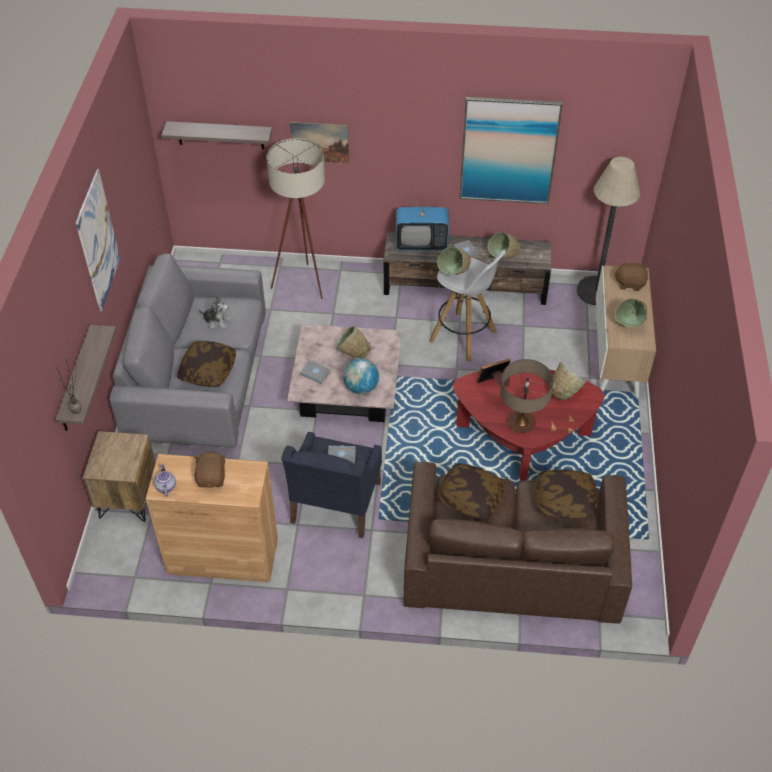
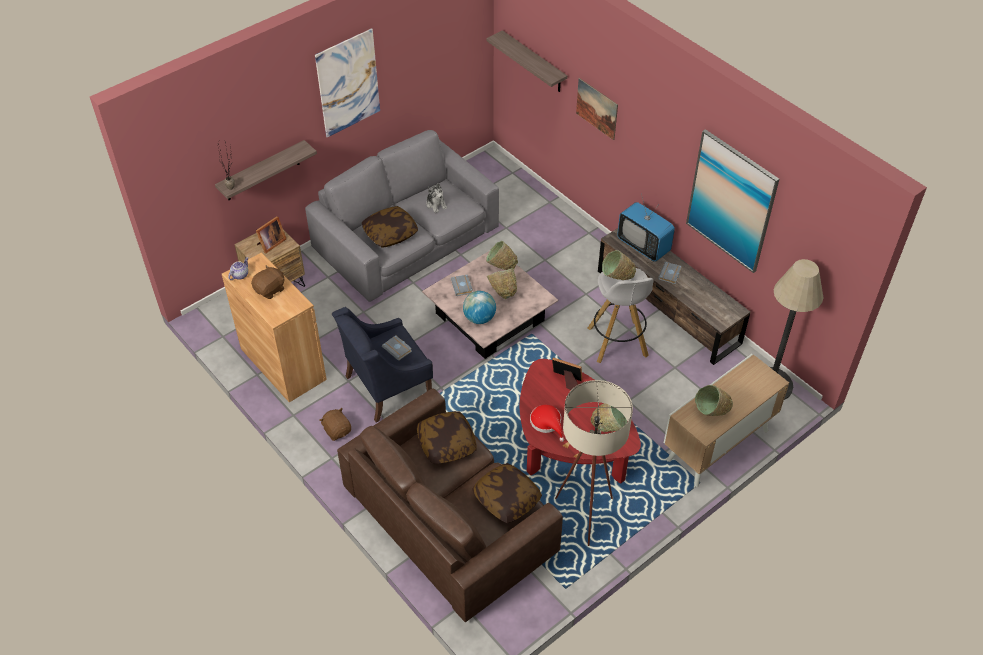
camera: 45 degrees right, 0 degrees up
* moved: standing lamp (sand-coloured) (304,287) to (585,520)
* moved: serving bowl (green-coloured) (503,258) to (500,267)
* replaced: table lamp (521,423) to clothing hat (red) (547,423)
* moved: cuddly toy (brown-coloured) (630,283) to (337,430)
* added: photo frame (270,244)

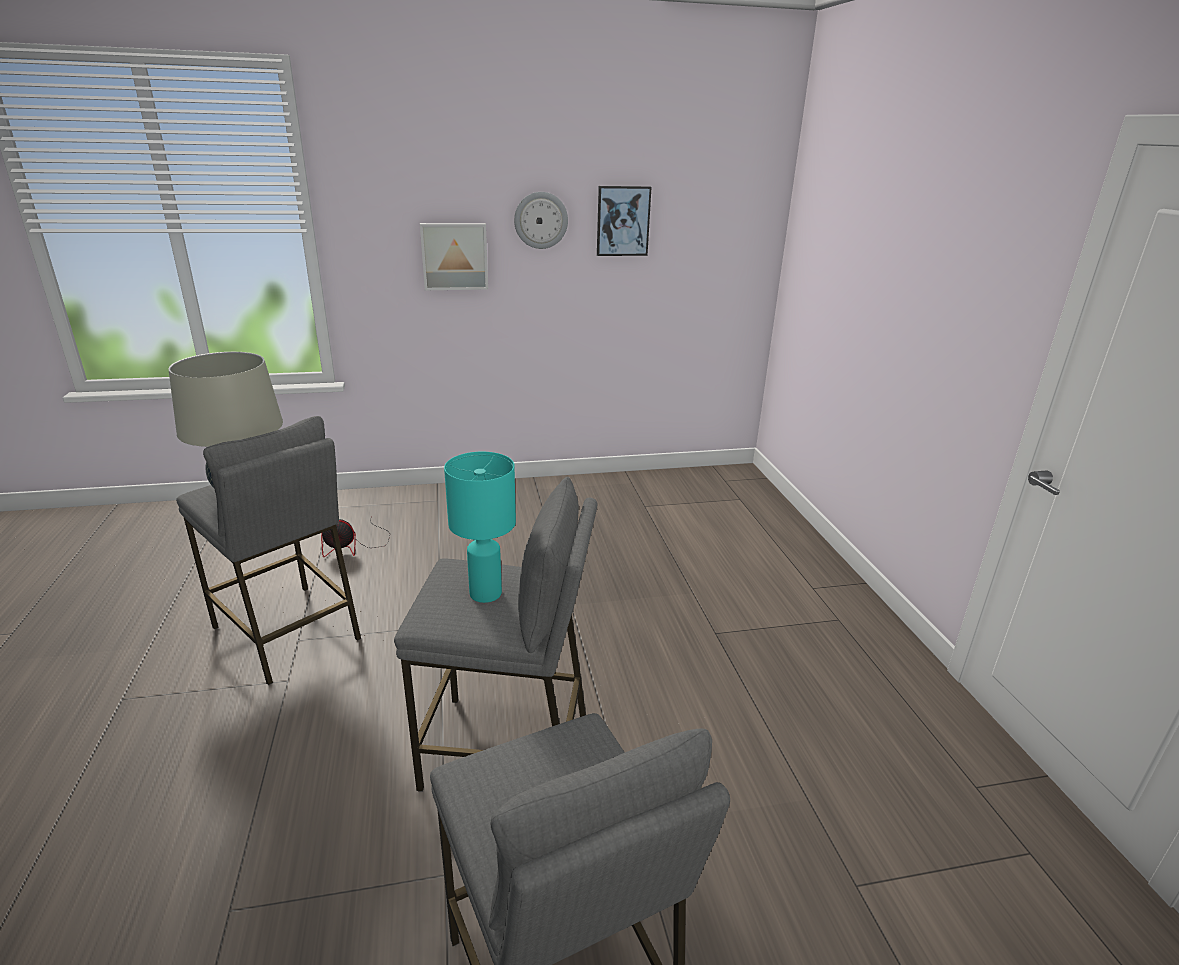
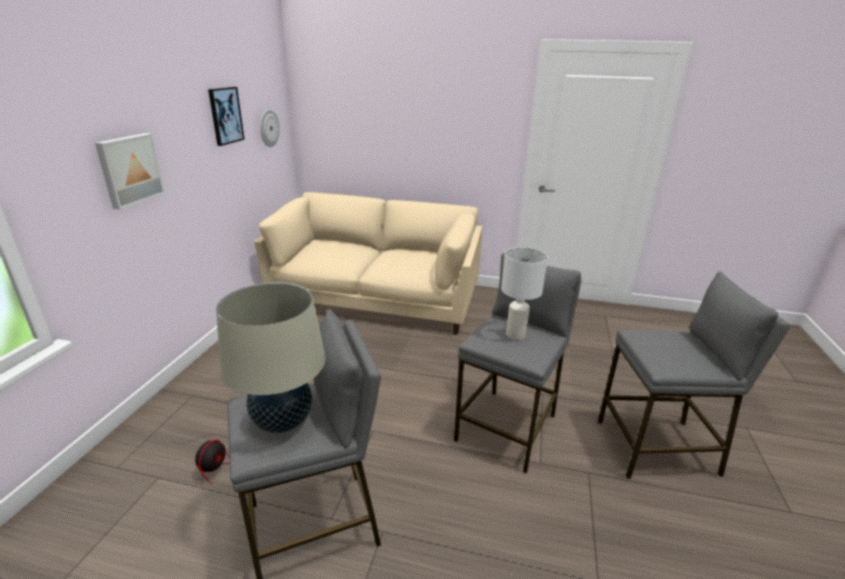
camera: 65 degrees left, 0 degrees up
* recoloured: table lamp (turquoise-coloured) (486,594) to table lamp (white-coloured) (516,335)
* moved: hanging clock (541,220) to (268,128)
* added: settee (sand-coloured) (376,297)

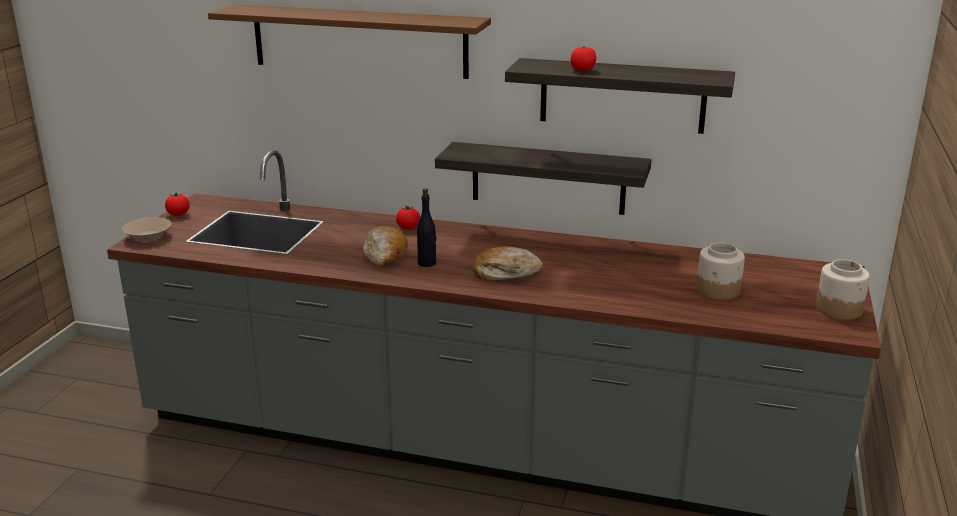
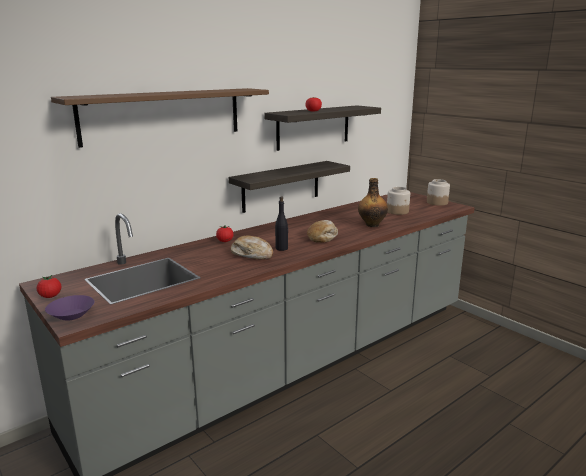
camera: 55 degrees left, 5 degrees down
* recoloured: serving bowl (sand-coloured) (149,237) to serving bowl (purplish) (72,315)
* added: bottle (372,224)

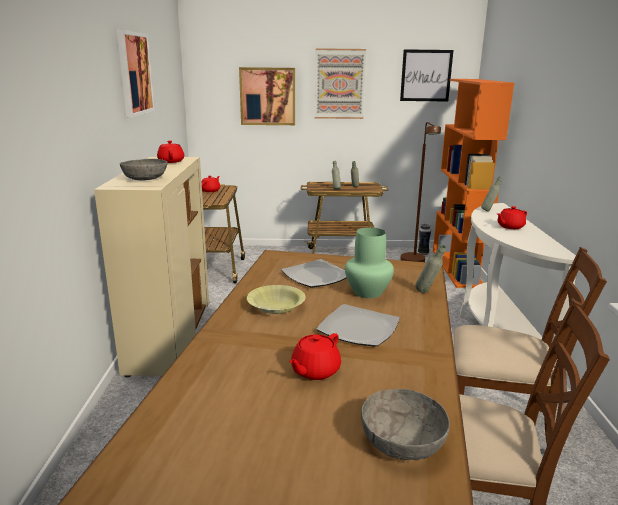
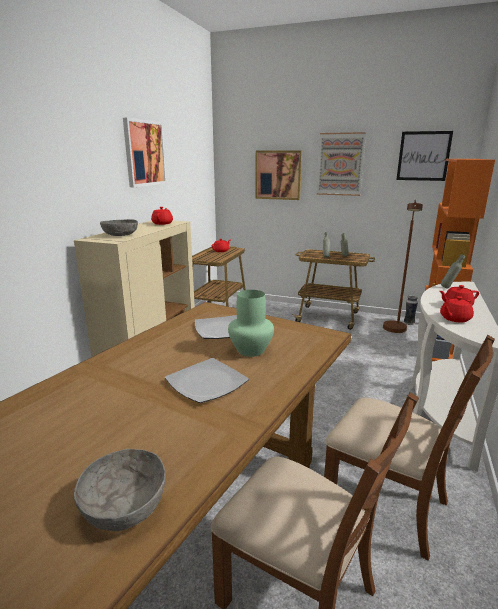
camera: 20 degrees right, 0 degrees up
* removed: serving bowl (yellow-coloured) (276,307)
* moved: pot for tea (red) (314,371) to (454,319)
* removed: bottle (gray) (427,293)

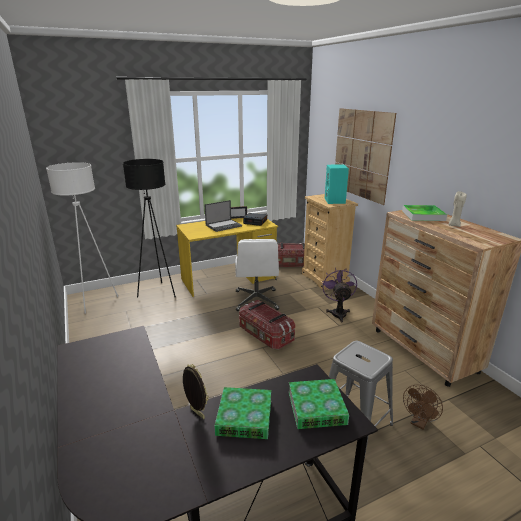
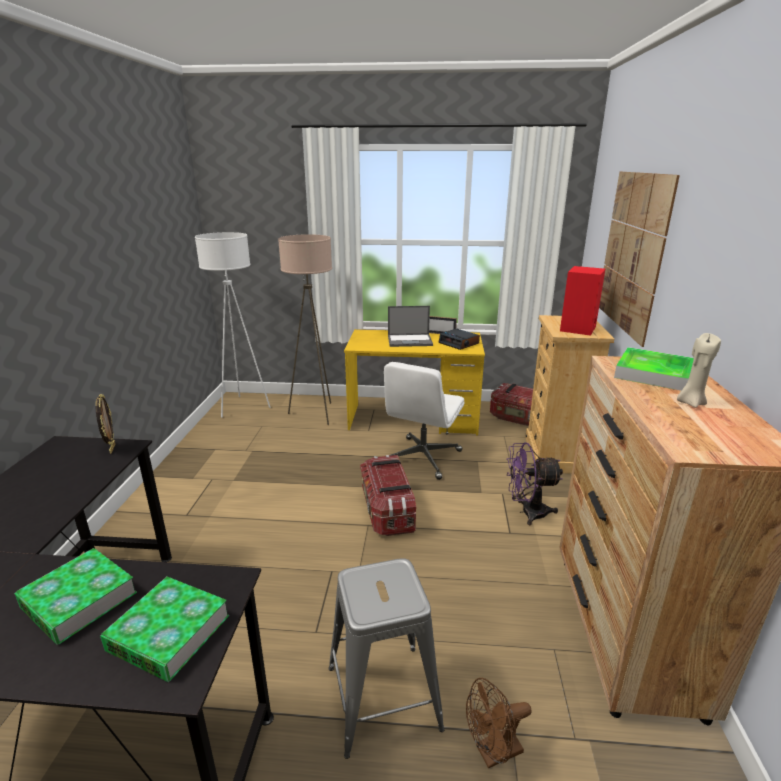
camera: 30 degrees right, 0 degrees up
* recoloured: standing lamp (blackish) (158,292) to standing lamp (sand-coloured) (315,414)
* moved: photo frame (196,413) to (111,448)
* turned: cooling fan (purplish) (338,312) = (527,512) 120 degrees counterclockwise
* recoloured: speaker (turquoise-coloured) (335,201) to speaker (red) (578,329)

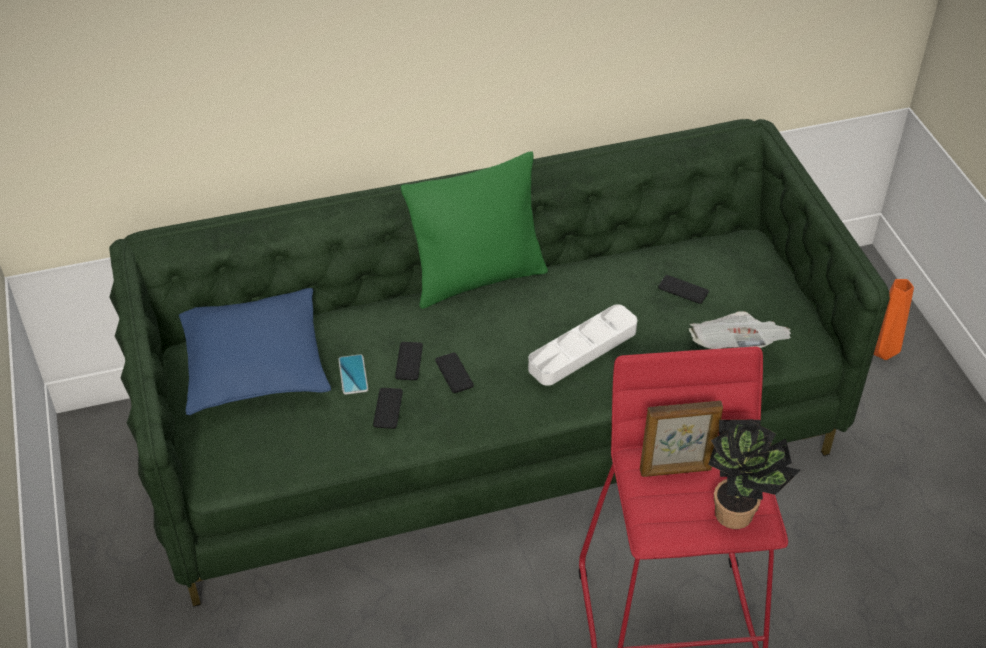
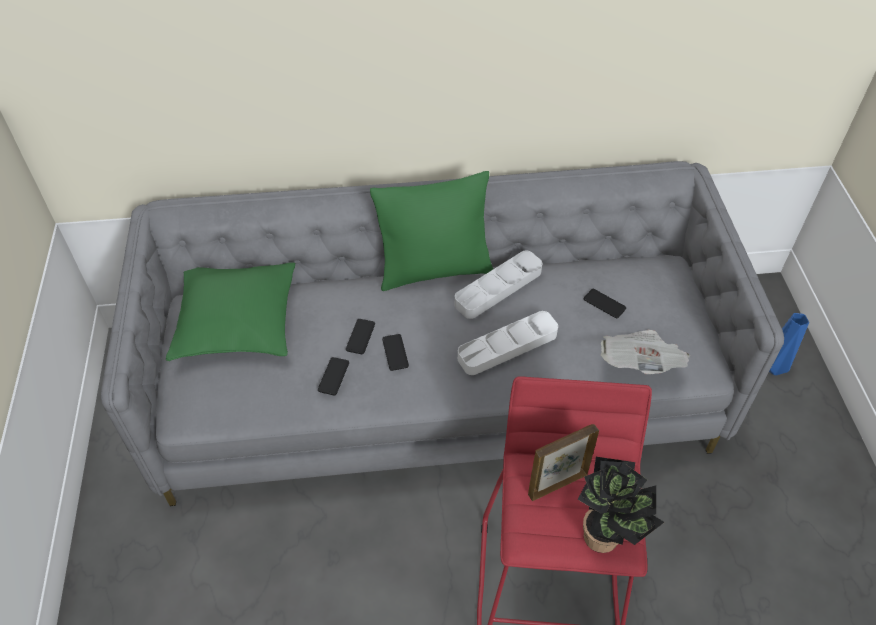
camera: 10 degrees right, 5 degrees up
* recoloured: settee (green-coloured) (493,429) to settee (gray) (438,390)
* recoloured: throw pillow (bluish) (254,364) to throw pillow (green-coloured) (237,321)
* removed: telephone (353,375)
* turned: photo frame (676,470) = (556,484) 150 degrees clockwise
* recoloured: vase (orange-coloured) (883,350) to vase (bluish) (774,366)
* added: tray (gray) (498,288)

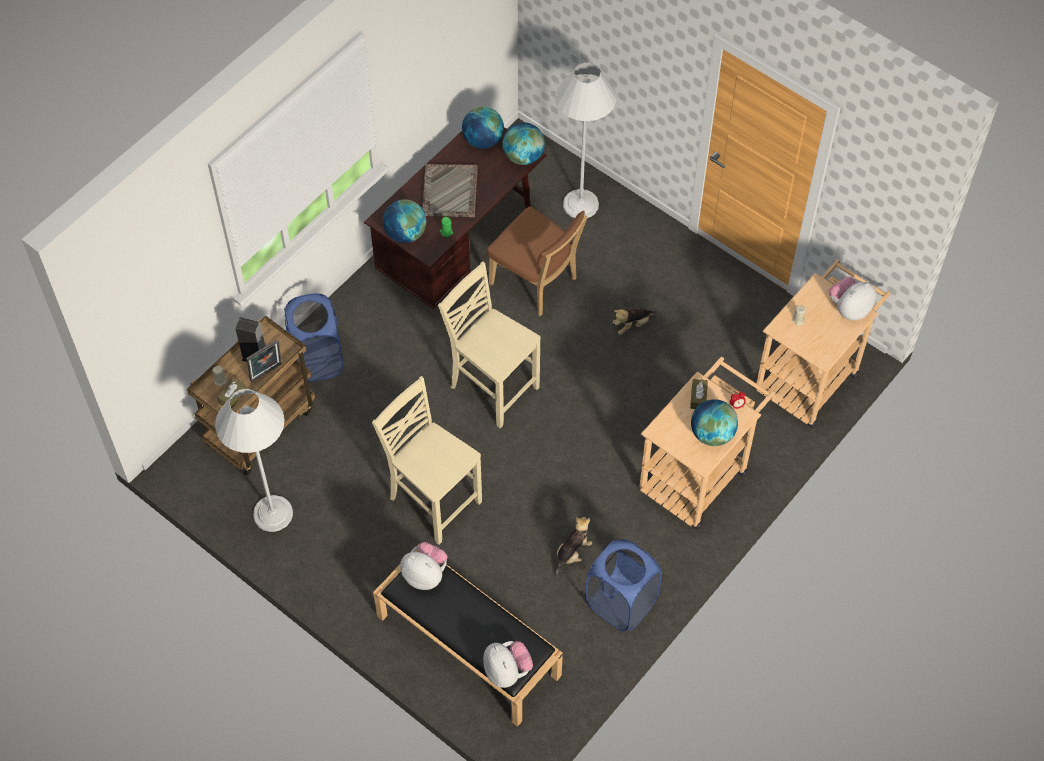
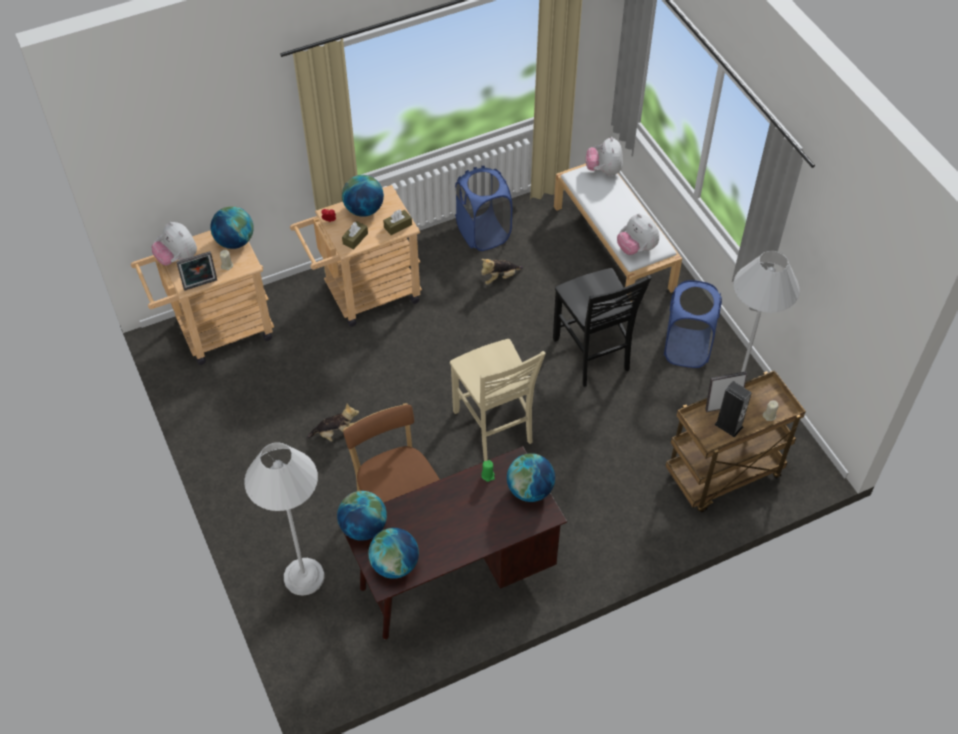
camera: 155 degrees left, 5 degrees down
* moved: tissue box (brown-coloured) (232,396) to (398,226)
* moved: washing basket (bluish) (317,359) to (686,348)
* recoloured: plain chair (sand-coloured) (433,500) to plain chair (blackish) (592,355)
* recoloured: long seat (blackish) (467,645) to long seat (white-coloured) (614,248)
* removed: tray (gray) (450,192)
* turned: cuddly toy (849,309) = (178,258) 60 degrees clockwise
* added: photo frame (201,286)
* added: world globe (235,241)

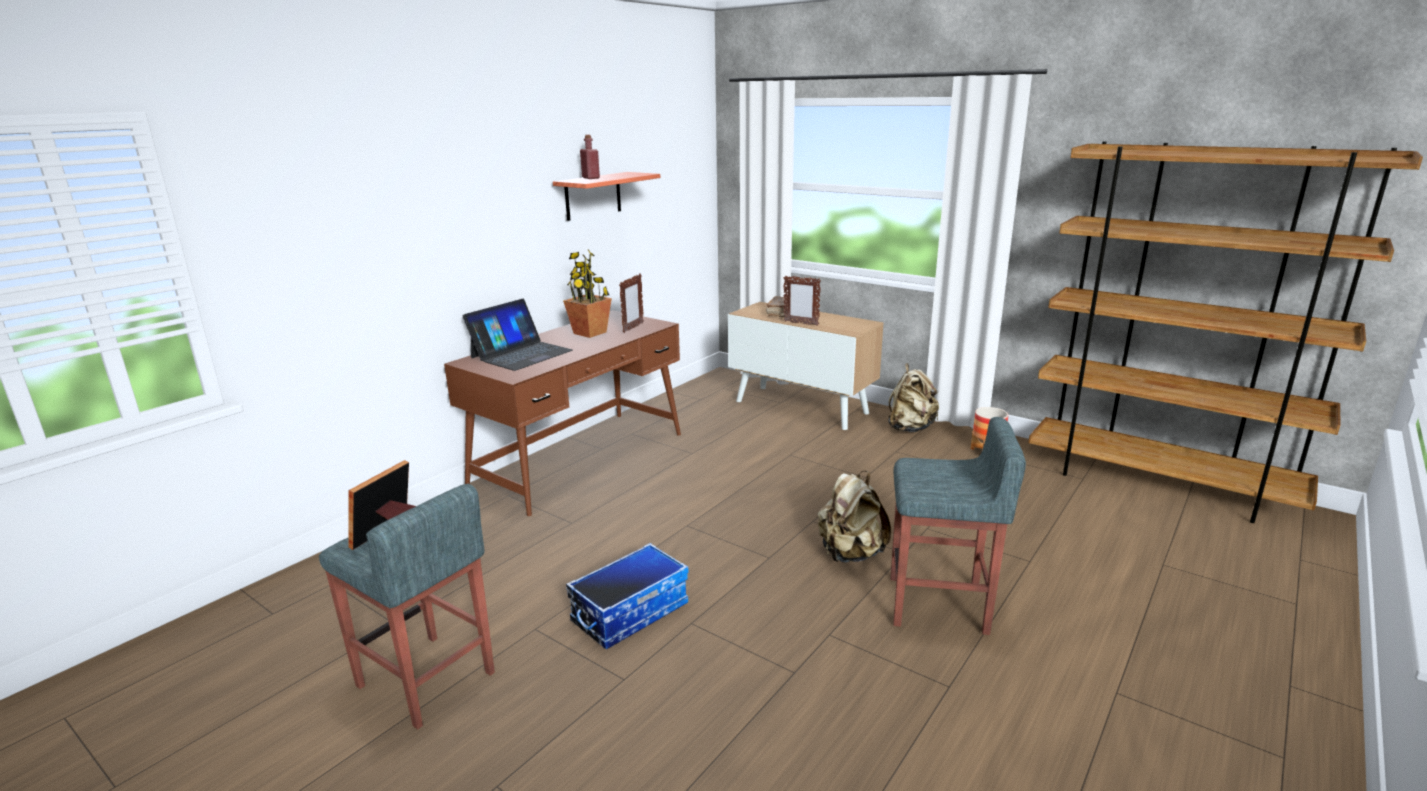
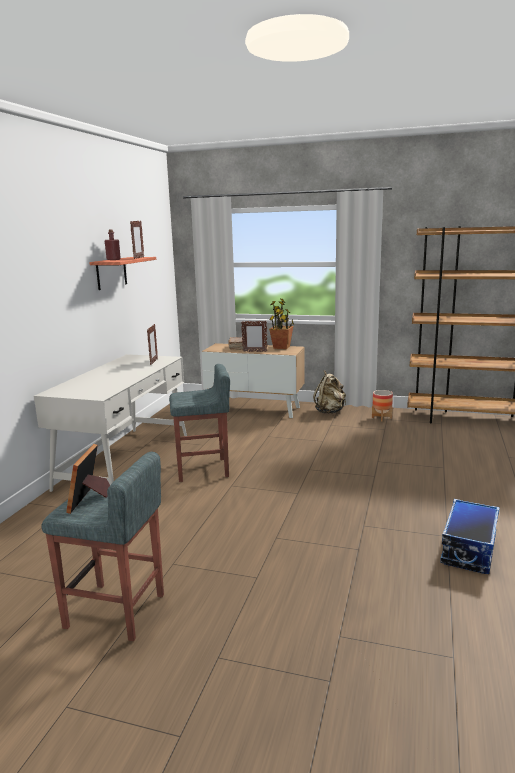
camera: 20 degrees left, 5 degrees down
* recoloured: desk table (brown-coloured) (580,459) to desk table (white-coloured) (126,460)
* removed: portable computer (521,354)
* moved: potted plant (590,333) to (282,347)
* moved: storage box (630,612) to (468,549)
* removed: knapsack (sand-coloured) (850,554)
* moved: stool seat (gray) (939,605) to (203,470)
* added: photo frame (138,258)

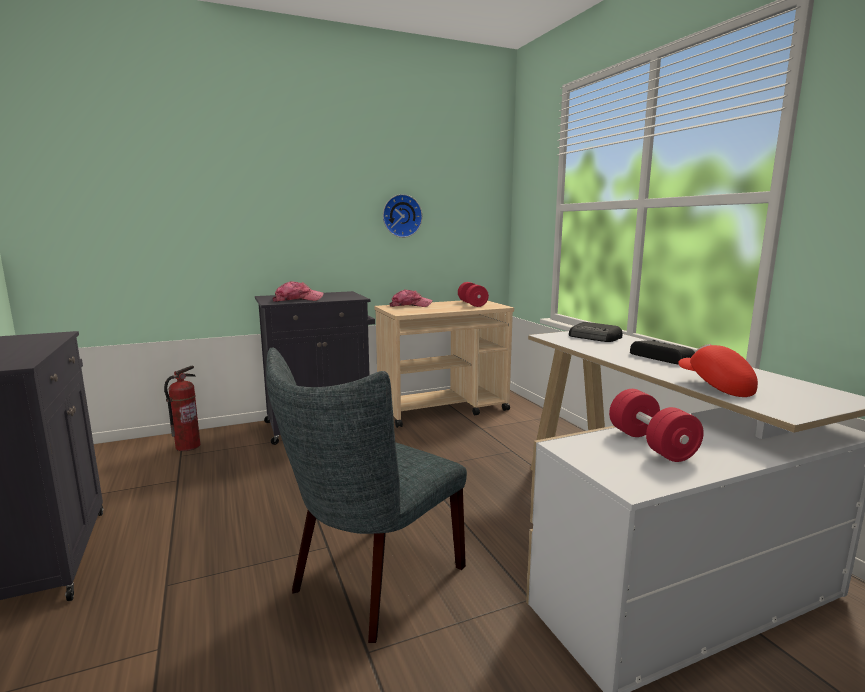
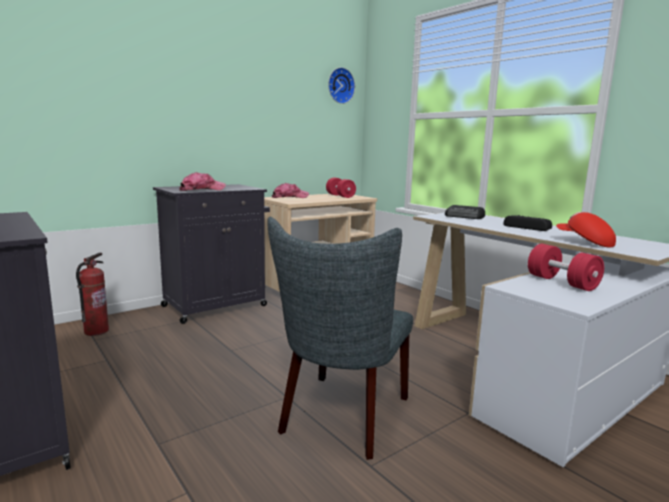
camera: 15 degrees left, 0 degrees up
* moved: hanging clock (401,216) to (340,85)

